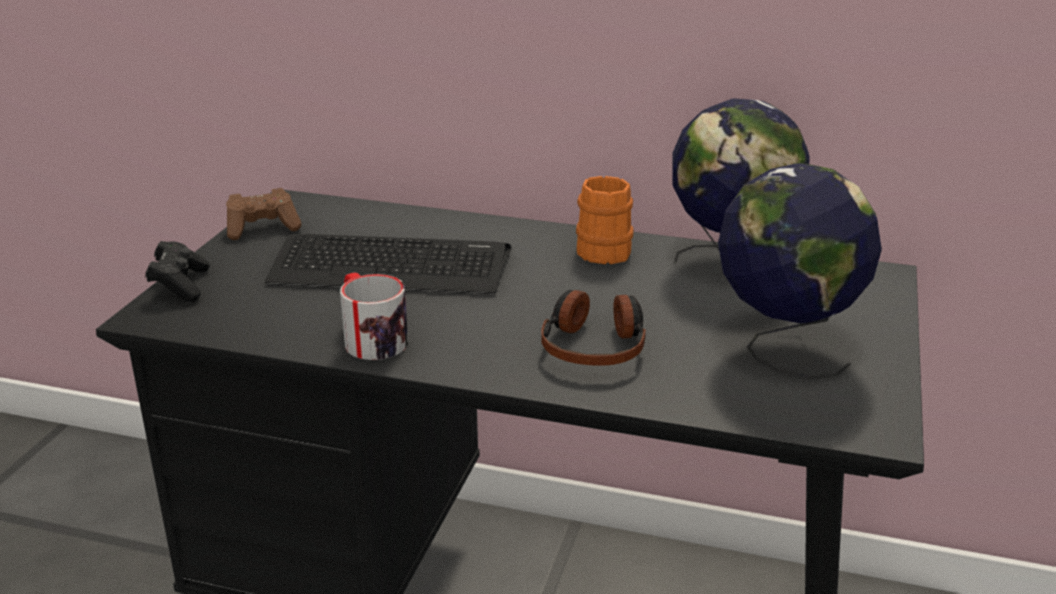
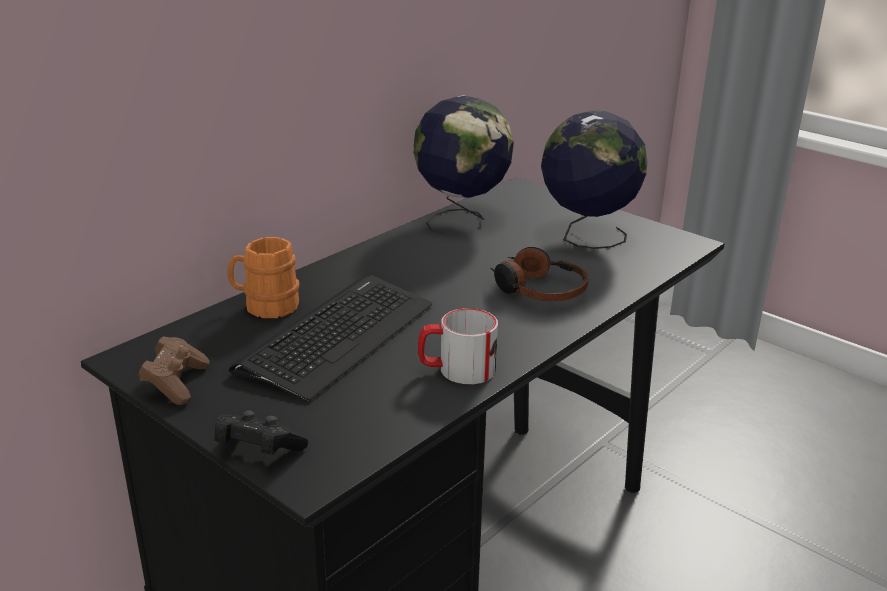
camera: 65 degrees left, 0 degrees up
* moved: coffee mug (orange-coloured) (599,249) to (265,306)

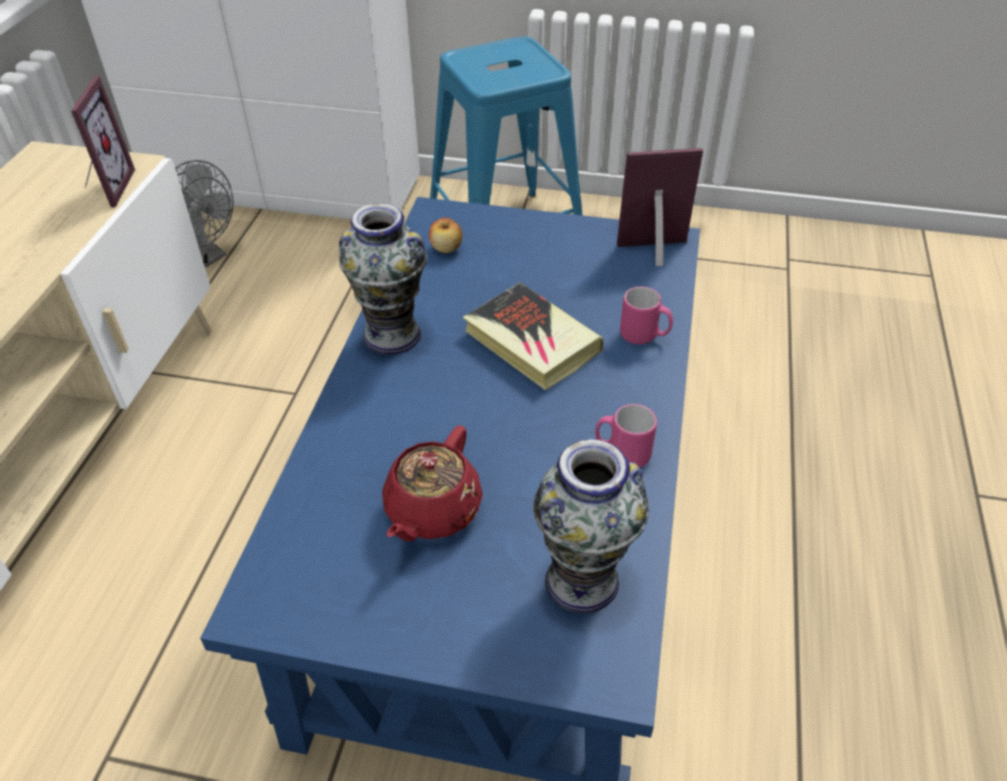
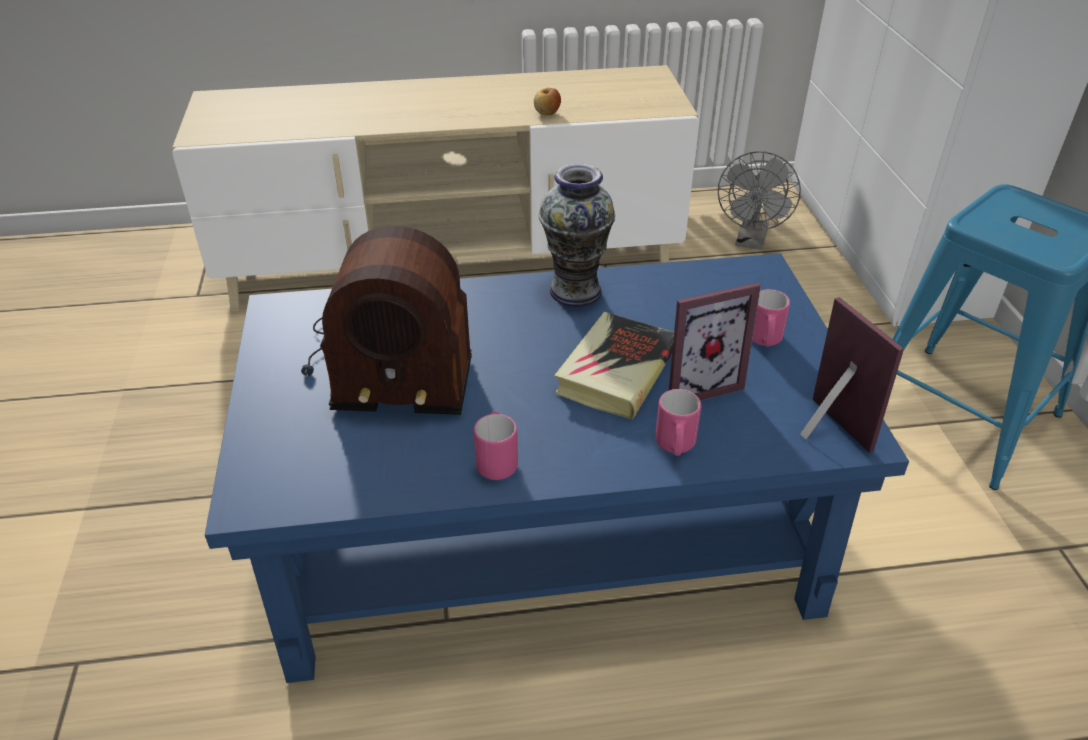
camera: 70 degrees right, 5 degrees down
* moved: photo frame (105,188) to (696,384)
* replaced: pot for tea (red) (432,511) to radio set (387,363)
* moved: apple (446,248) to (547,113)
* removed: vase (581,580)
* added: coffee mug (pink-coloured) (764,341)

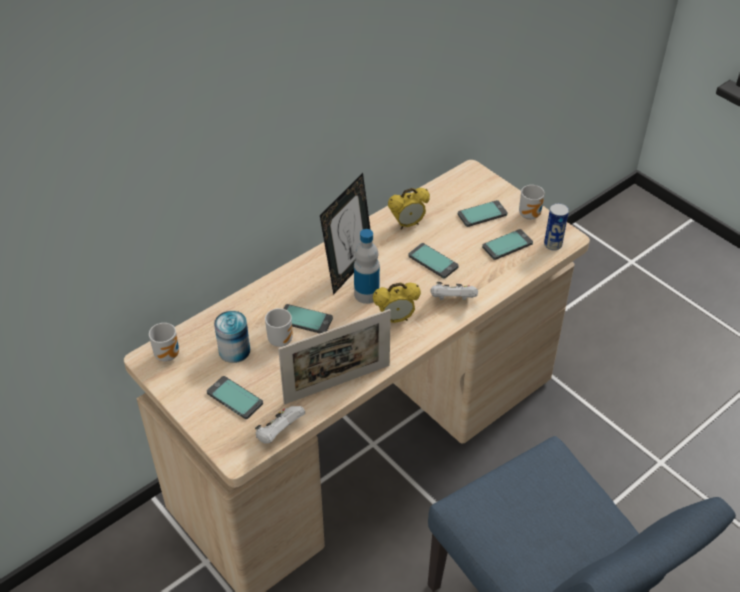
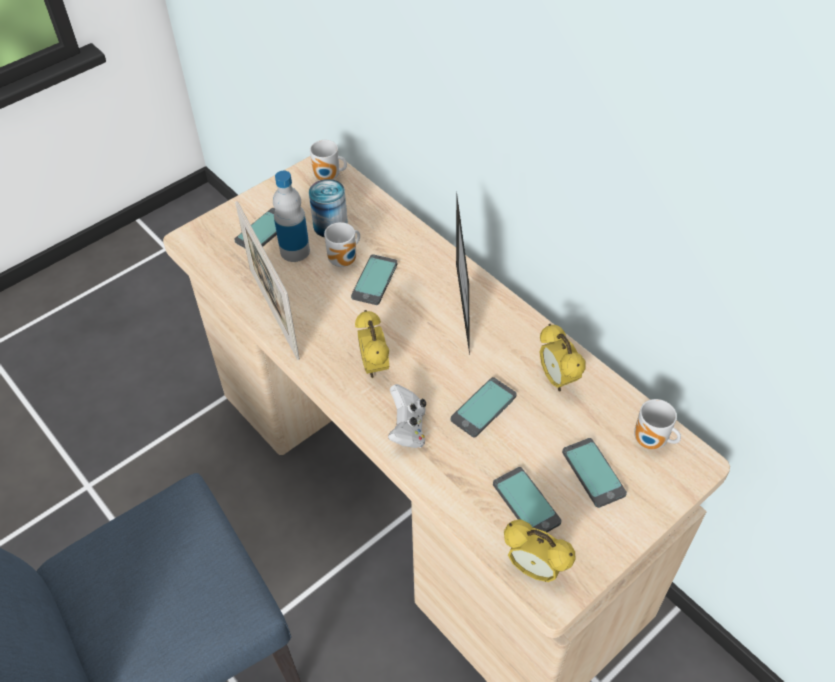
camera: 90 degrees right, 5 degrees up
* removed: game controller (white-coloured) (279,433)
* turned: photo frame (348,270) = (461,317) 120 degrees counterclockwise
* moved: bottle (366,294) to (295,251)
* moved: coffee mug (531,215) to (651,442)
* replaced: can (553,244) to bedside clock (534,569)

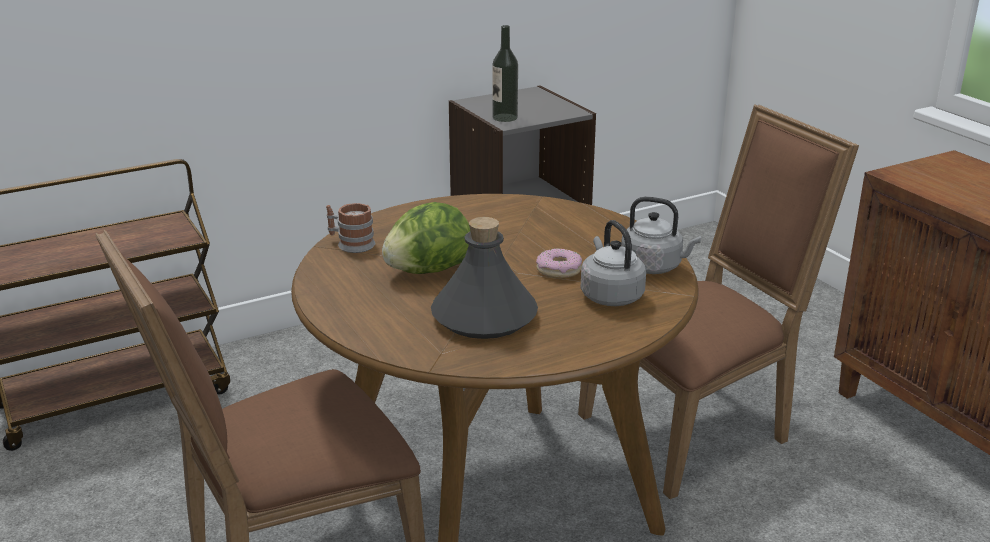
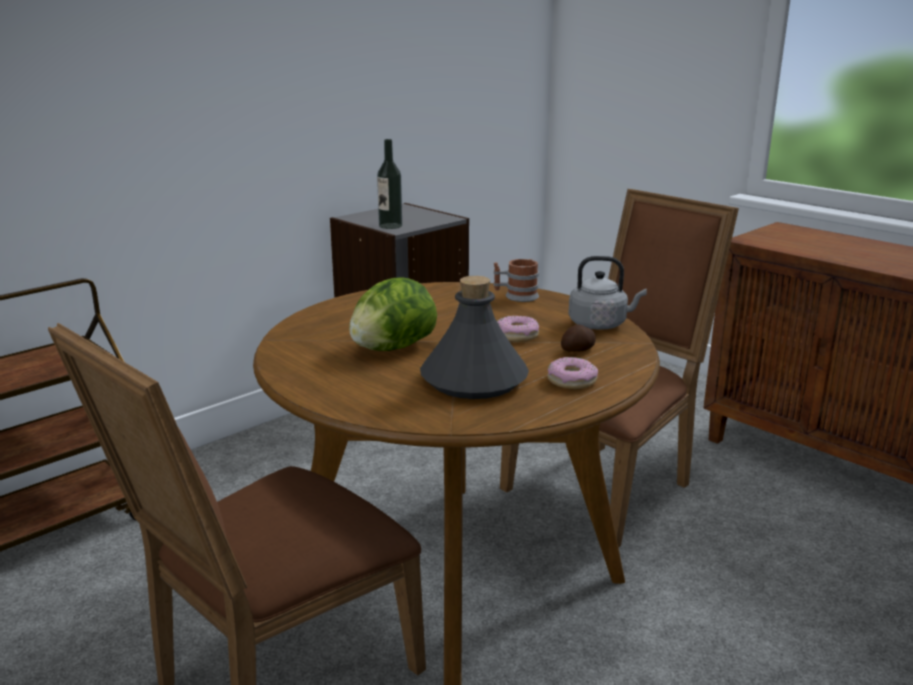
camera: 15 degrees left, 5 degrees down
* moved: coffee mug (350,244) to (516,296)
* replaced: tea kettle (gray) (610,295) to whole potato (578,350)
* added: doughnut (572,381)

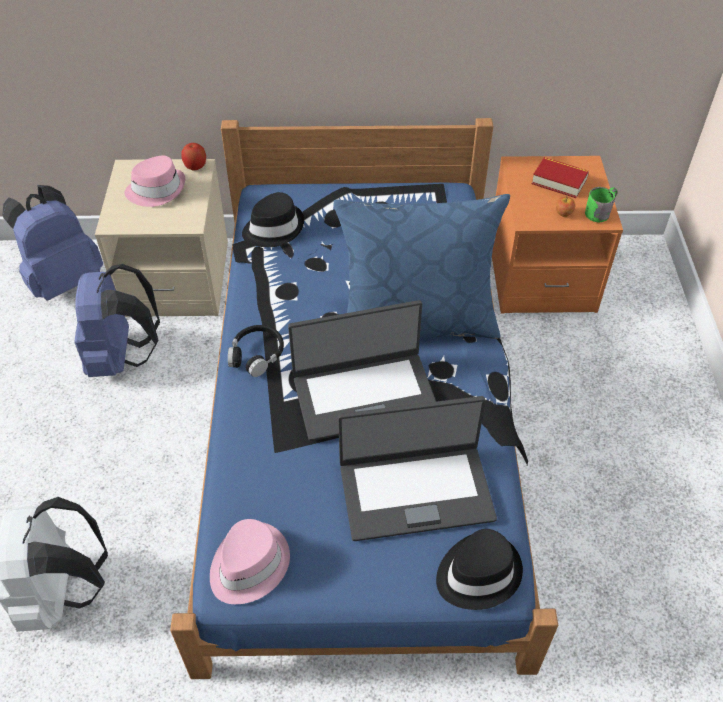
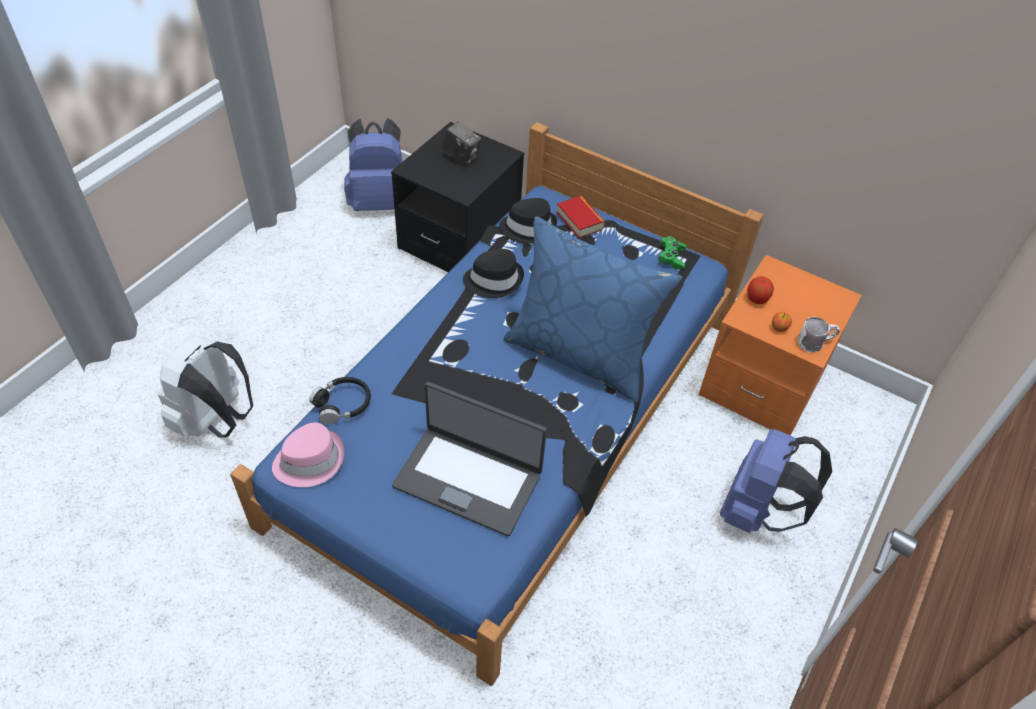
camera: 30 degrees right, 0 degrees up
* moved: knapsack (bluish) (122,357) to (757,511)
* recoloured: night table (sand-coloured) (176,279) to night table (blackish) (459,239)
* replaced: clothing hat (pink-coloured) (156,189) to photo camera (461,157)
* moved: apple (195,166) to (757,299)
* moved: headphones (blackish) (256,355) to (342,405)
* removed: portable computer (364,394)
* moved: clothing hat (blackish) (477,573) to (494,280)
* moved: book (559,181) to (580,220)
* recoloured: coffee mug (green-coloured) (598,211) to coffee mug (white-coloured) (813,341)
* added: game controller (green-coloured) (671,258)

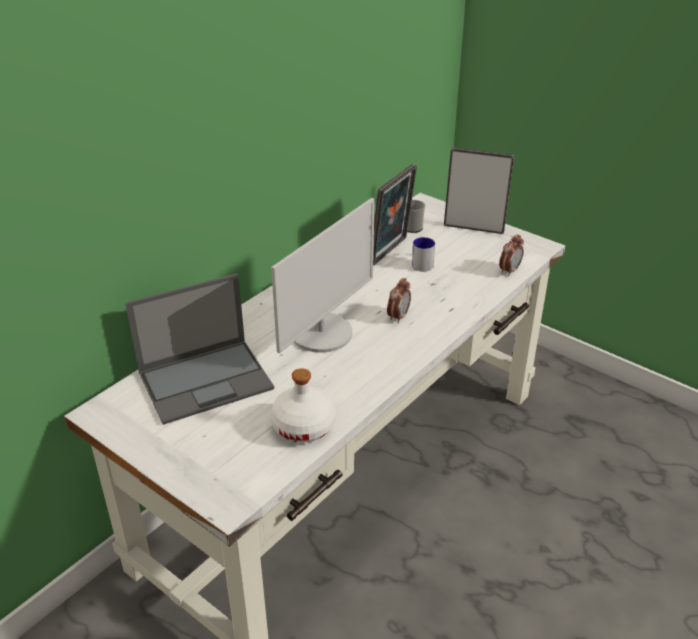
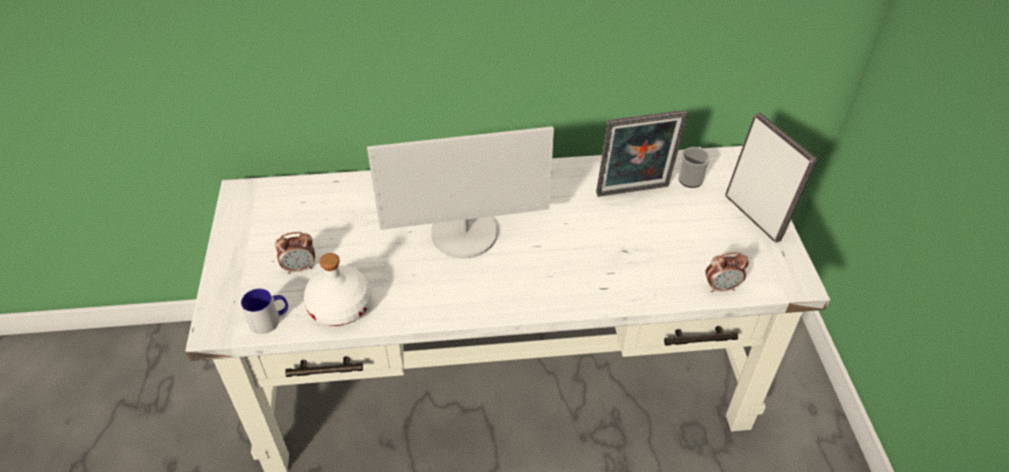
camera: 45 degrees right, 10 degrees up
* removed: portable computer (207,380)
* moved: bedside clock (398,316) to (300,267)
* moved: coffee mug (423,263) to (270,320)

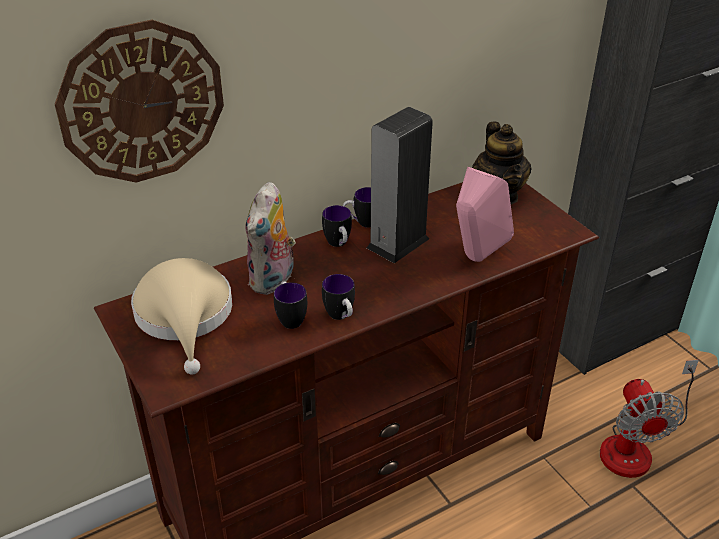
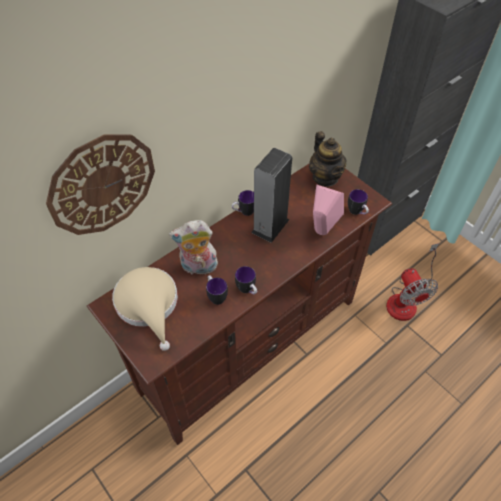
camera: 10 degrees left, 15 degrees up
* turned: cuddly toy (273,280) = (198,267) 75 degrees clockwise
* moved: coffee mug (339,245) to (357,213)

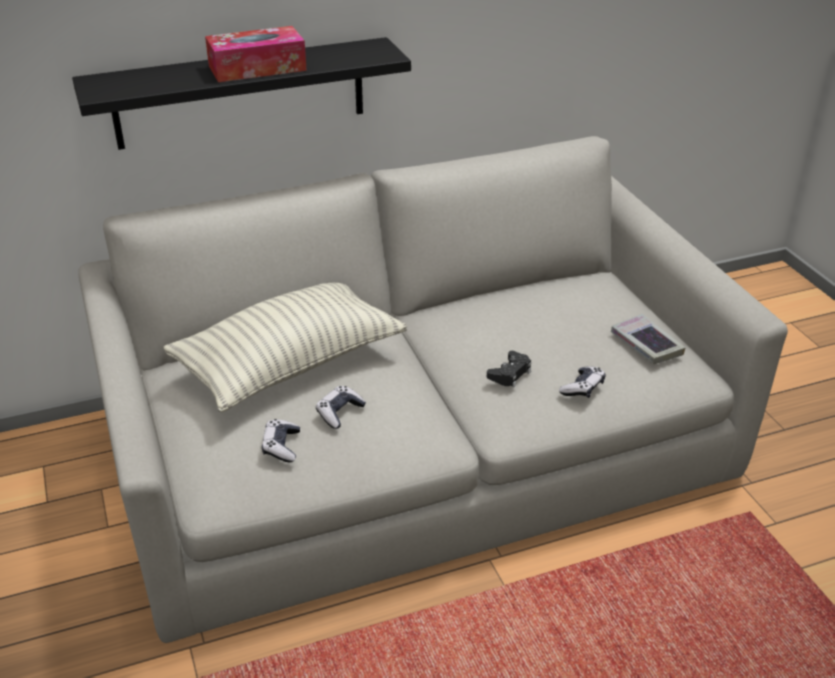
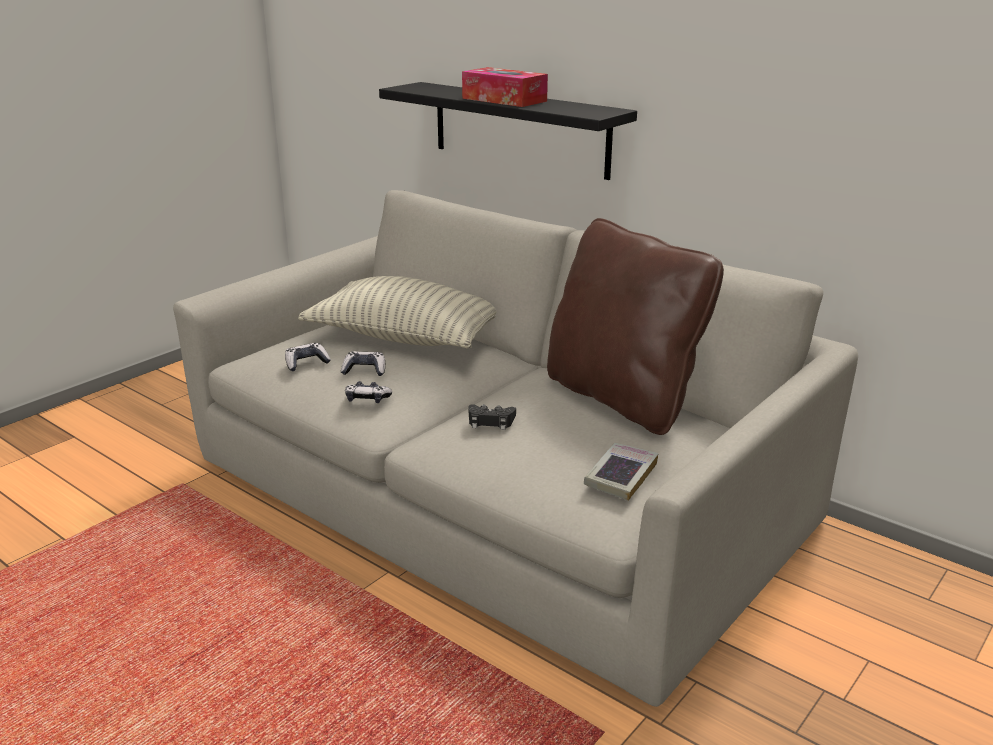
camera: 60 degrees right, 10 degrees down
* moved: game controller (582,388) to (367,399)
* added: throw pillow (brown-coloured) (622,398)

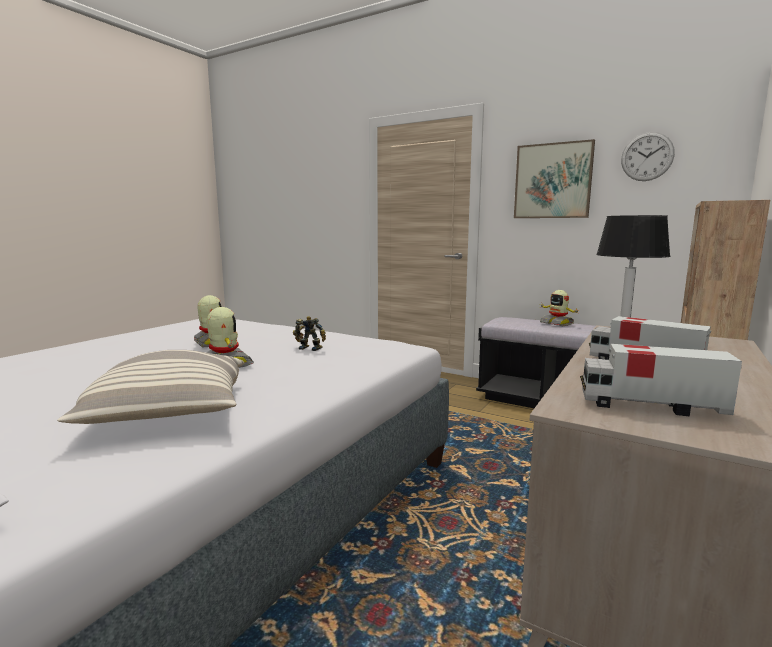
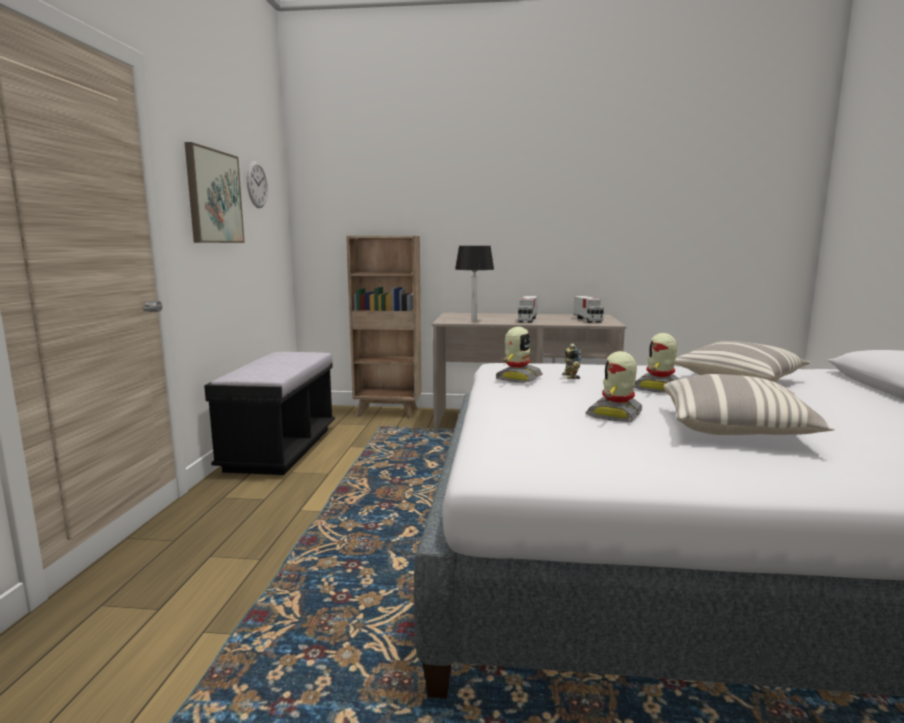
camera: 115 degrees left, 0 degrees up
* moved: toy robot (557,323) to (517,378)
* added: throw pillow (735,429)

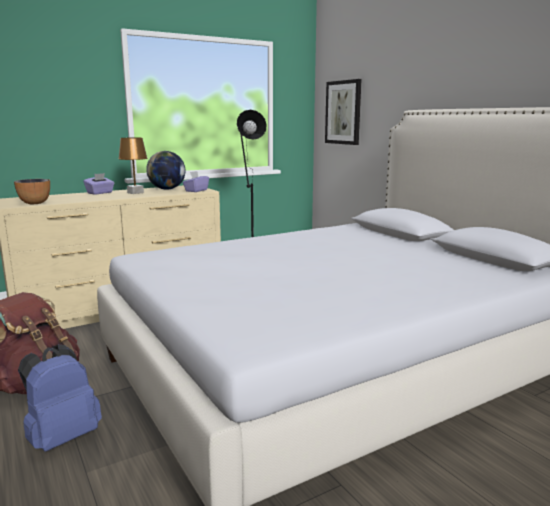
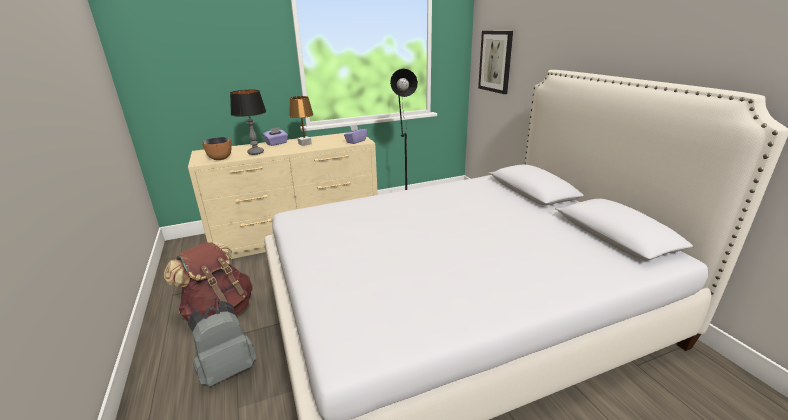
camera: 10 degrees right, 10 degrees up
* recoloured: knapsack (bluish) (62,437) to knapsack (gray) (227,369)
* removed: world globe (167,189)
* added: table lamp (256,153)

